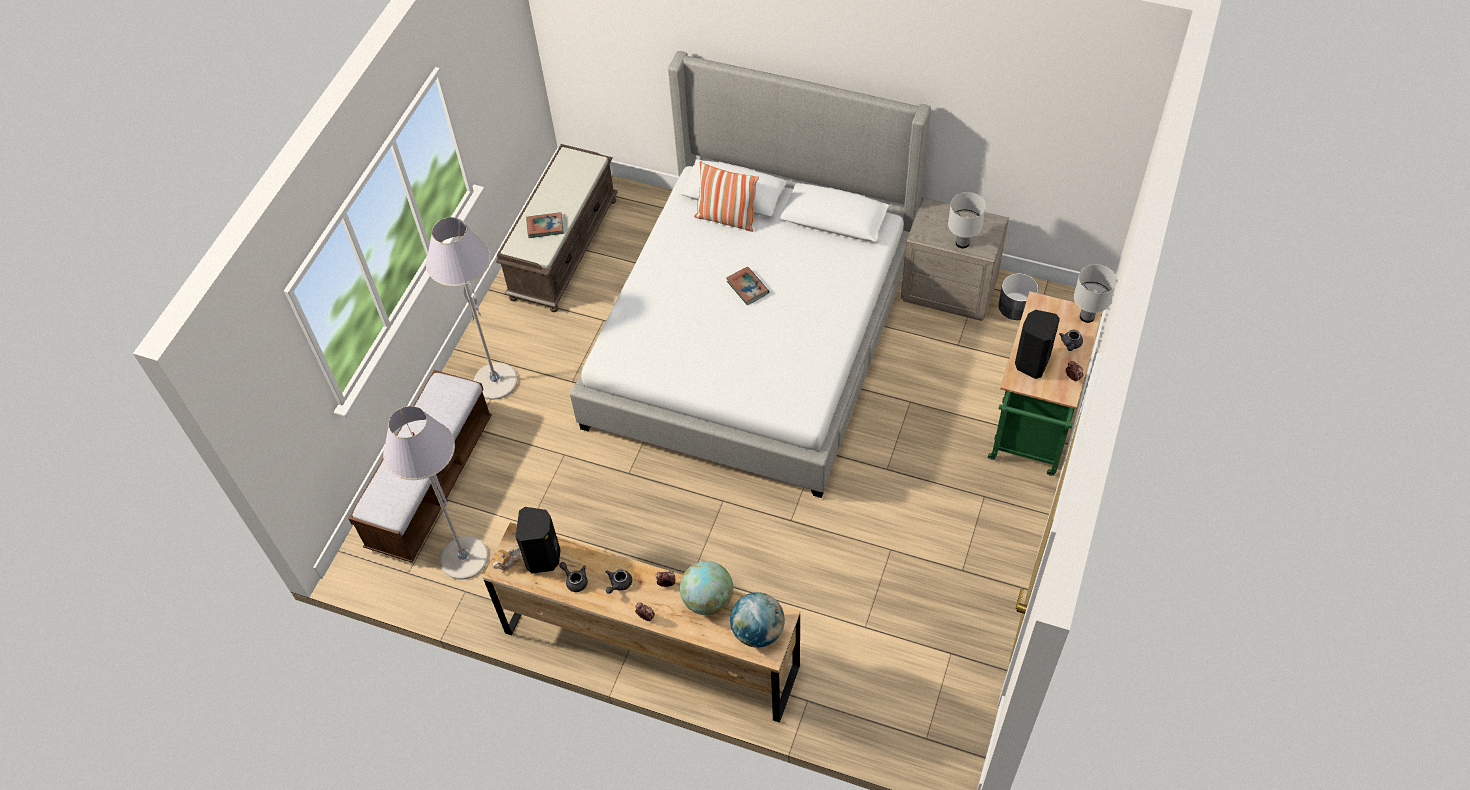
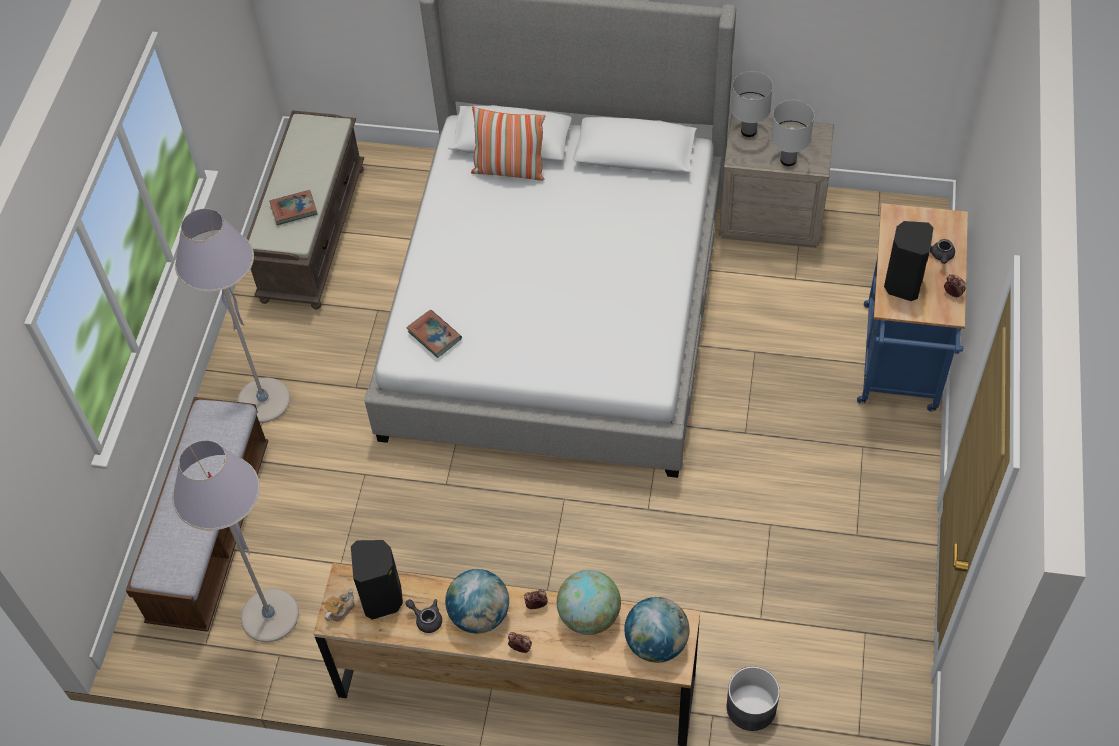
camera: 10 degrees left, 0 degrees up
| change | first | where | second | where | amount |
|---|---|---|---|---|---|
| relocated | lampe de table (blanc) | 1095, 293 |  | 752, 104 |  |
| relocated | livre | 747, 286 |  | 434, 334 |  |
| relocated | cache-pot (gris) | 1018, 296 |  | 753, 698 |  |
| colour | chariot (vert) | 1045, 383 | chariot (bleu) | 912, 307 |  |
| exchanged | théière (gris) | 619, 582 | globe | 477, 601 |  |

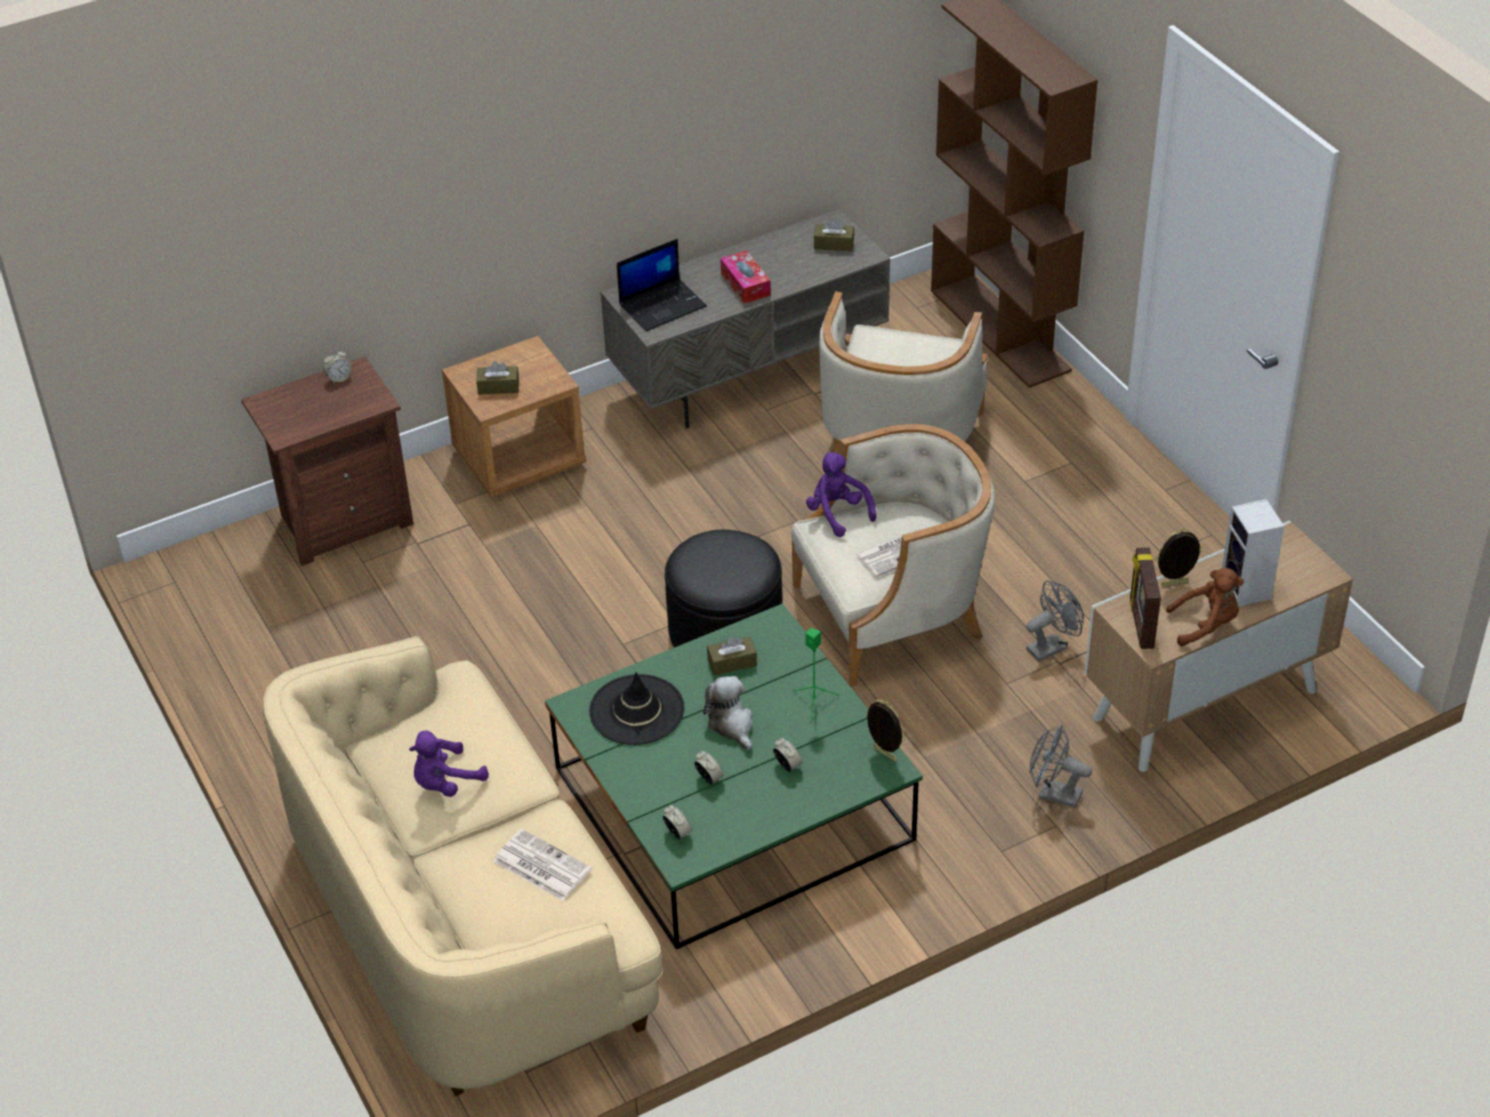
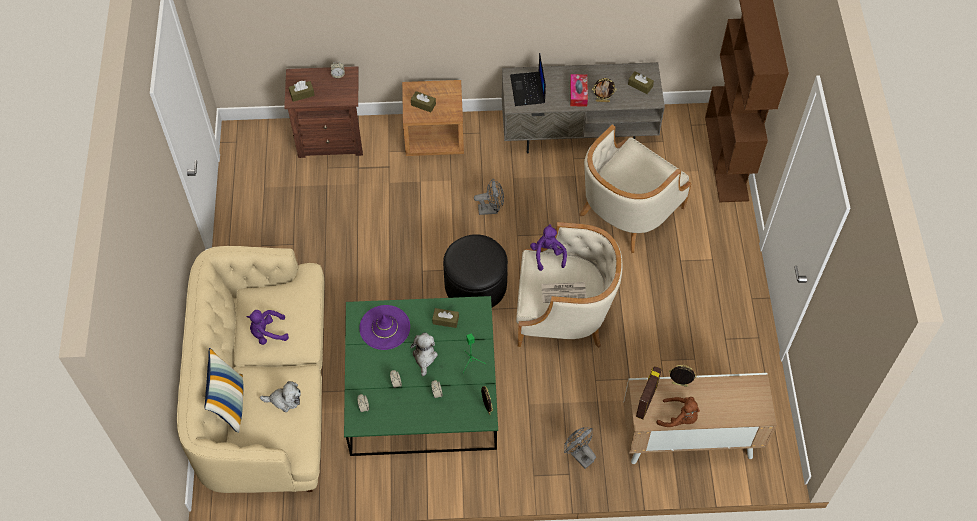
camera: 25 degrees right, 15 degrees up
| change | first | where | second | where | amount |
|---|---|---|---|---|---|
| spun | ordinateur portable | 662, 285 |  | 528, 79 | 90 degrees clockwise |
| missing | enceinte | 1253, 553 |  |  |  |
| relocated | ventilateur (gris) | 1055, 621 |  | 489, 197 |  |
| colour | chapeau (noir) | 637, 708 | chapeau (violet) | 384, 327 |  |
| exchanged | journal | 542, 865 | peluche | 280, 396 |  |
| appeared |  |  | cadre photo | 604, 90 |  |
| appeared |  |  | boîte à mouchoirs (marron) | 302, 91 |  |
| appeared |  |  | coussin | 224, 390 |  |

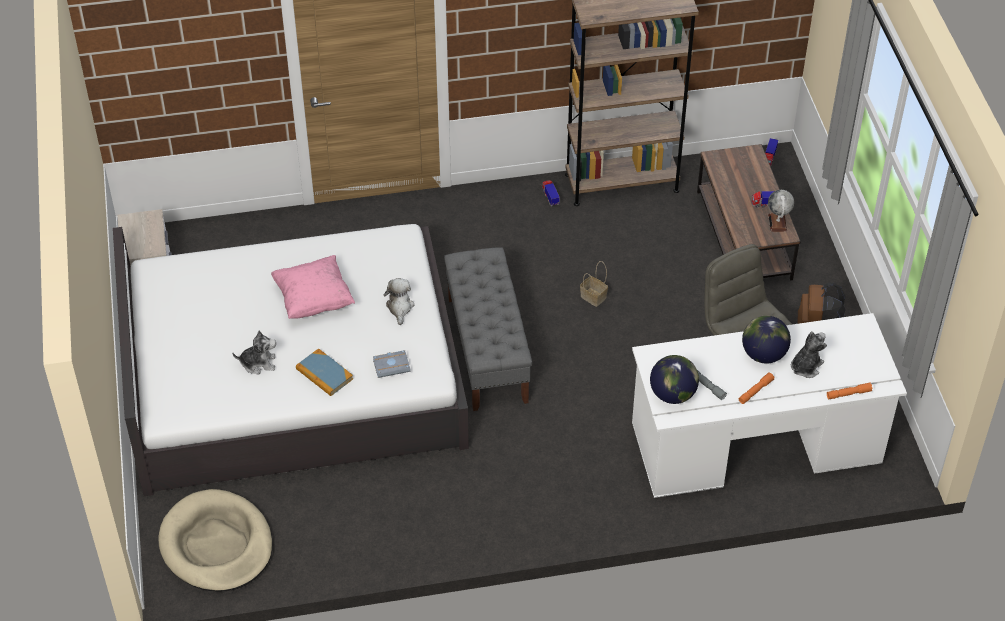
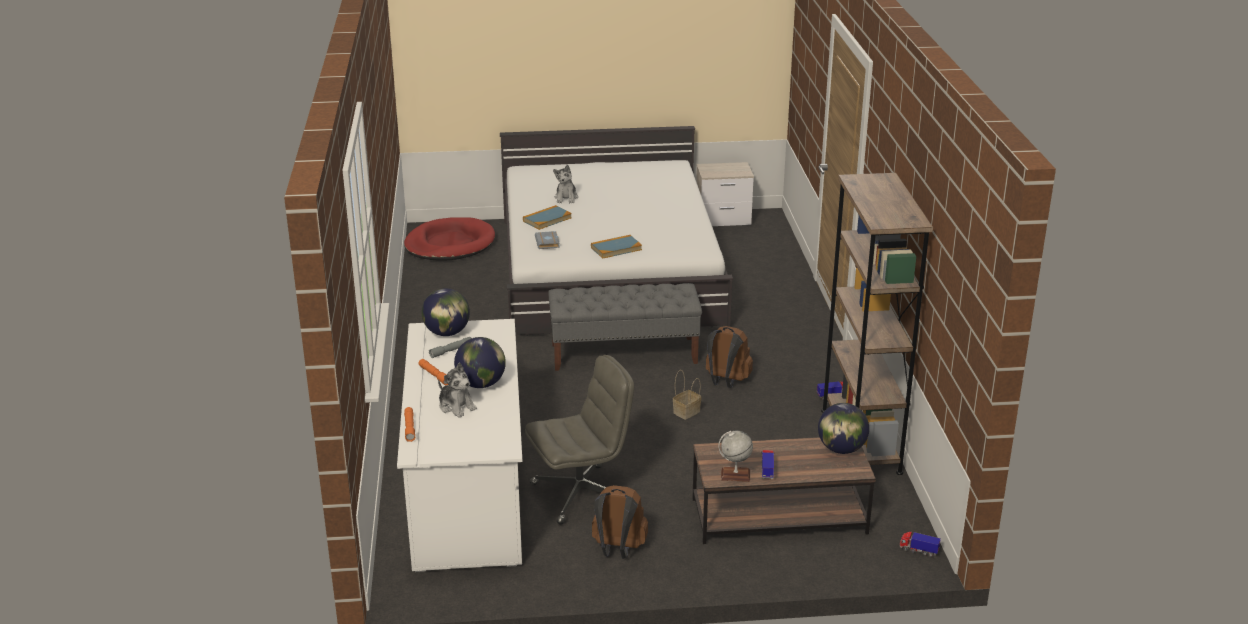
camera: 95 degrees right, 20 degrees down
| change | first | where | second | where | amount |
|---|---|---|---|---|---|
| missing | coussin (rose) | 313, 287 |  |  |  |
| exchanged | peluche | 399, 301 | livre | 616, 247 |  |
| colour | panier pour chien (beige) | 215, 540 | panier pour chien (rouge) | 449, 239 |  |
| appeared |  |  | sac à dos (marron) | 729, 357 |  |
| appeared |  |  | globe | 843, 428 |  |

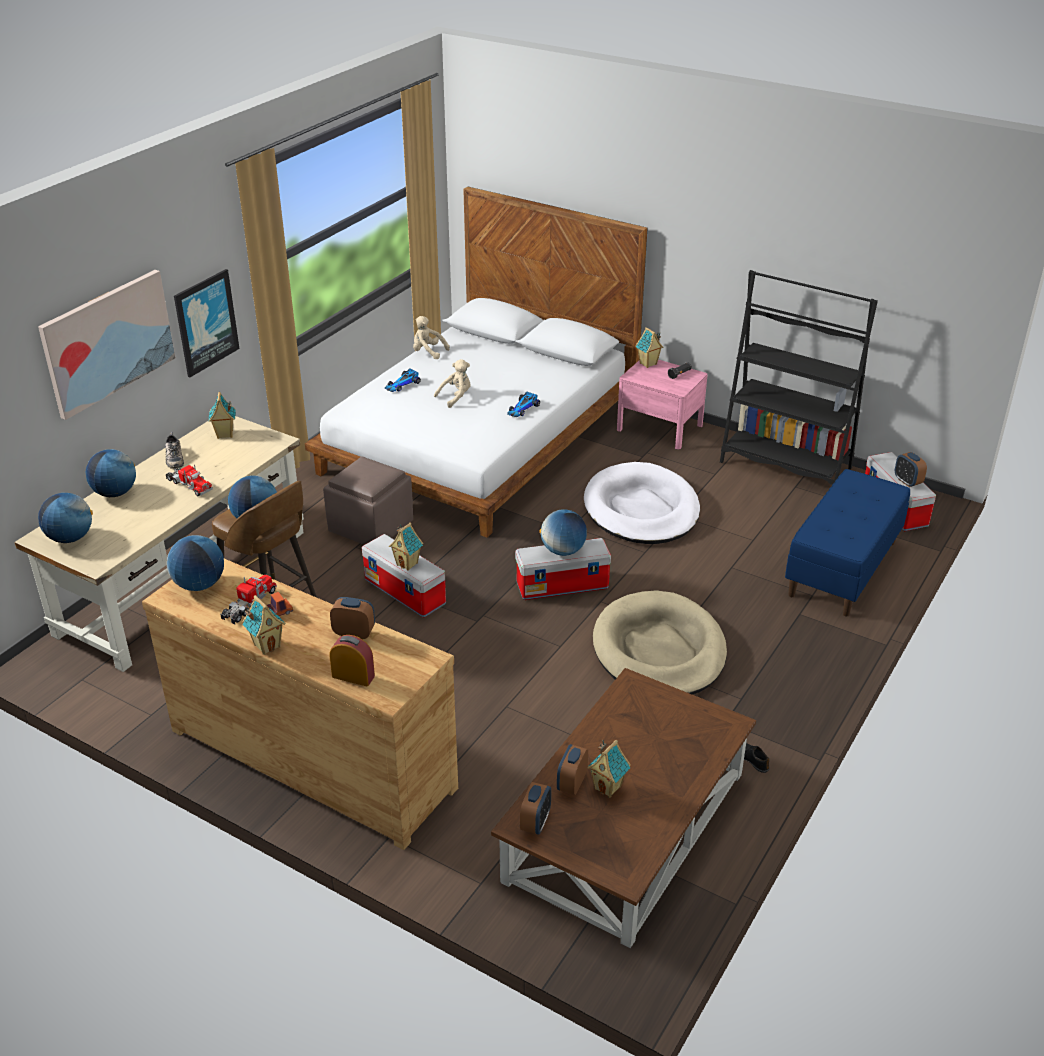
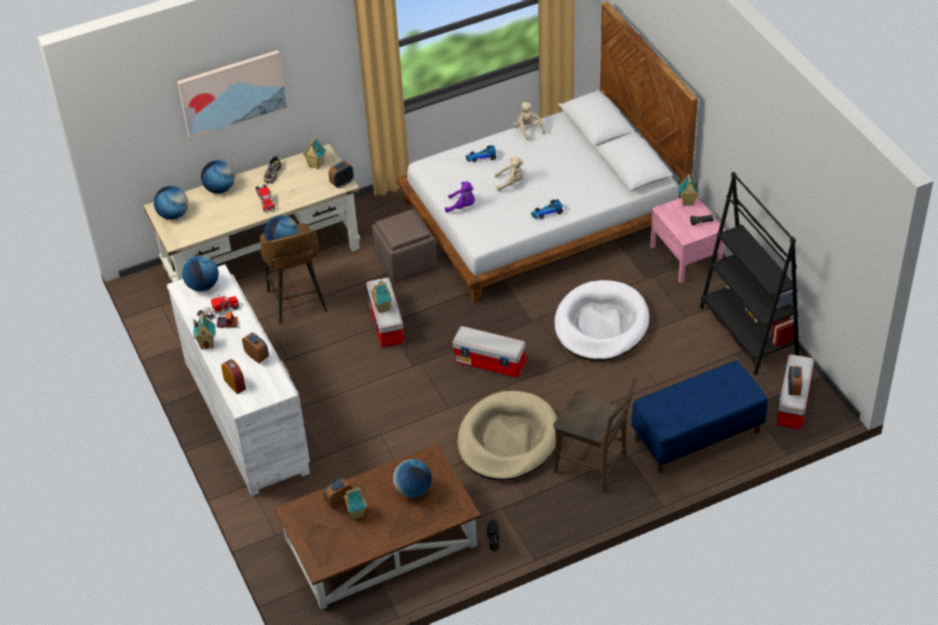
camera: 35 degrees right, 10 degrees up
| change | first | where | second | where | amount |
|---|---|---|---|---|---|
| missing | tableau | 207, 323 |  |  |  |
| relocated | globe | 563, 532 |  | 412, 478 |  |
| colour | commode (marron) | 300, 704 | commode (blanc) | 238, 380 |  |
| relocated | réveil | 535, 808 |  | 341, 174 |  |
| appeared |  |  | peluche (violet) | 460, 197 |  |
| appeared |  |  | chaise (marron) | 594, 435 |  |

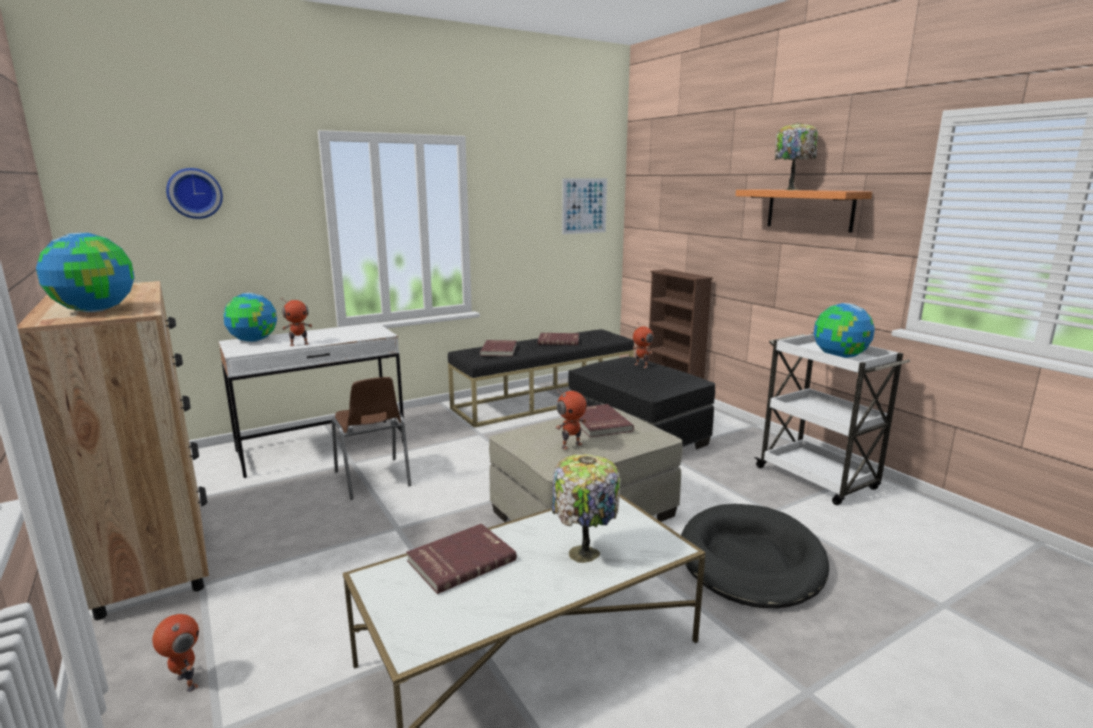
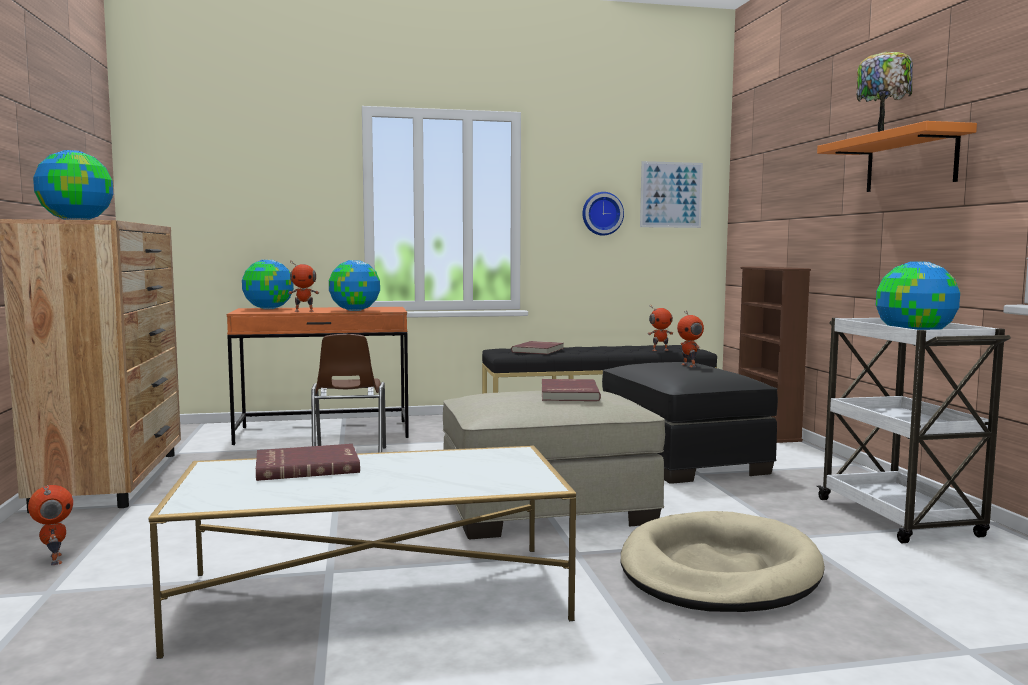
camera: 20 degrees right, 10 degrees down
| change | first | where | second | where | amount |
|---|---|---|---|---|---|
| relocated | horloge murale | 194, 193 |  | 603, 214 |  |
| colour | bureau (blanc) | 311, 400 | bureau (orange) | 318, 376 |  |
| missing | livre (rouge) | 558, 339 |  |  |  |
| relocated | robot jouet | 571, 419 |  | 660, 328 |  |
| missing | lampe de table | 586, 508 |  |  |  |
| colour | panier pour chien (noir) | 755, 556 | panier pour chien (beige) | 723, 561 |  |
| appeared |  |  | globe | 354, 285 |  |

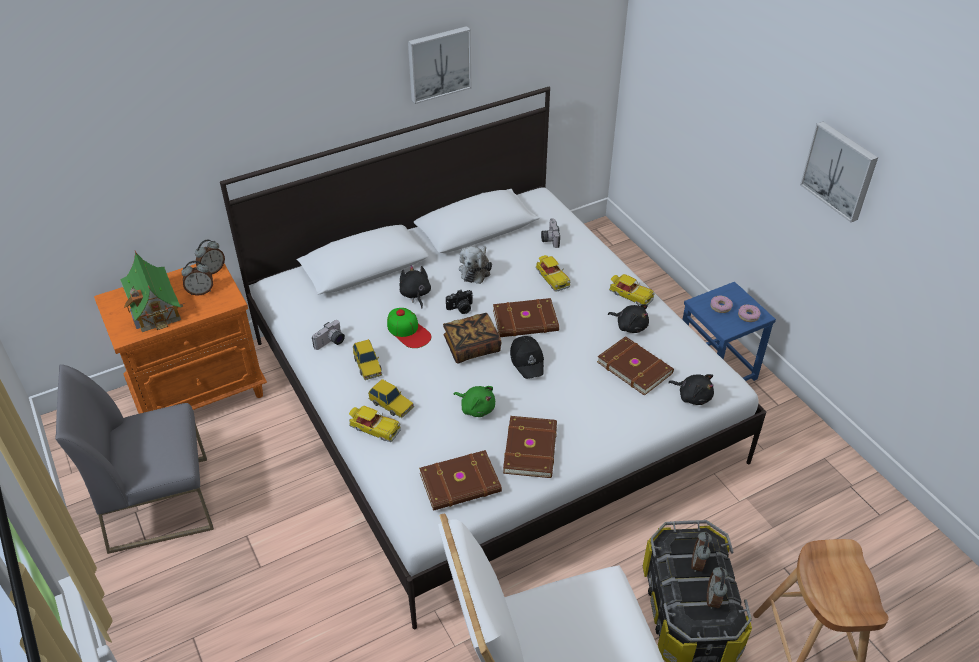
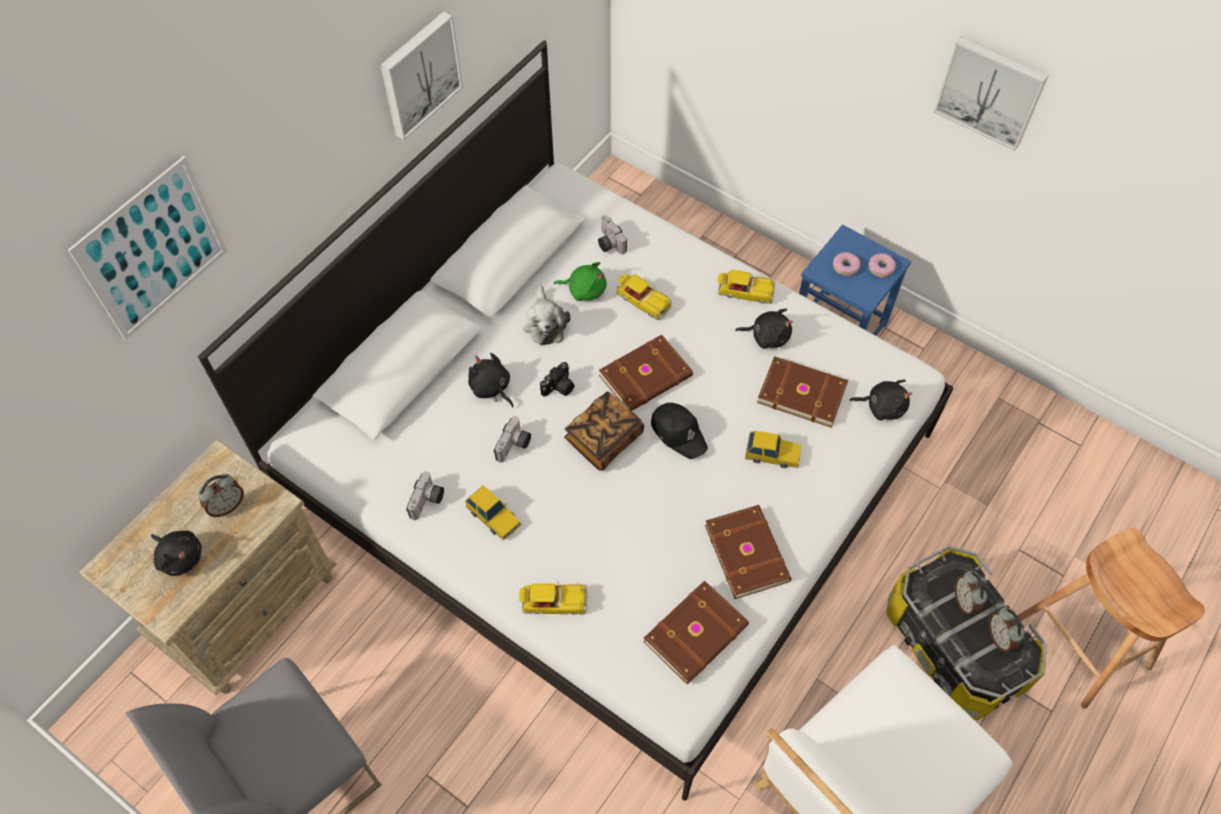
camera: 25 degrees left, 15 degrees up
| change | first | where | second | where | amount |
|---|---|---|---|---|---|
| missing | réveil | 210, 257 |  |  |  |
| exchanged | maison miniature | 152, 291 | peluche (noir) | 176, 553 |  |
| colour | table de chevet (orange) | 180, 338 | table de chevet (beige) | 208, 567 |  |
| exchanged | casquette | 409, 328 | appareil photo | 512, 439 |  |
| relocated | petite voiture | 391, 398 |  | 773, 449 |  |
| relocated | peluche (vert) | 474, 401 |  | 580, 281 |  |
| appeared |  |  | tableau | 148, 248 |  |

